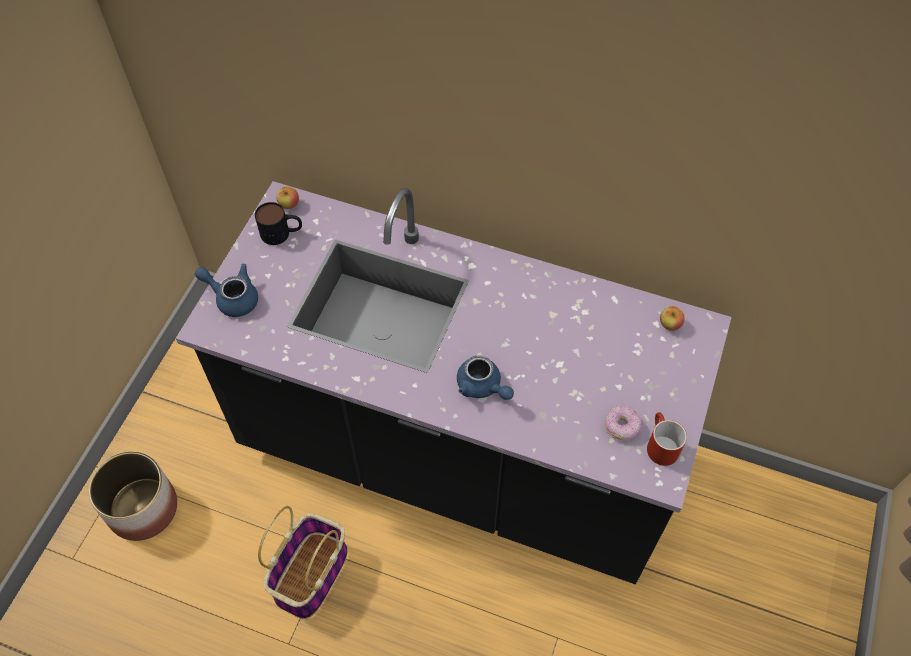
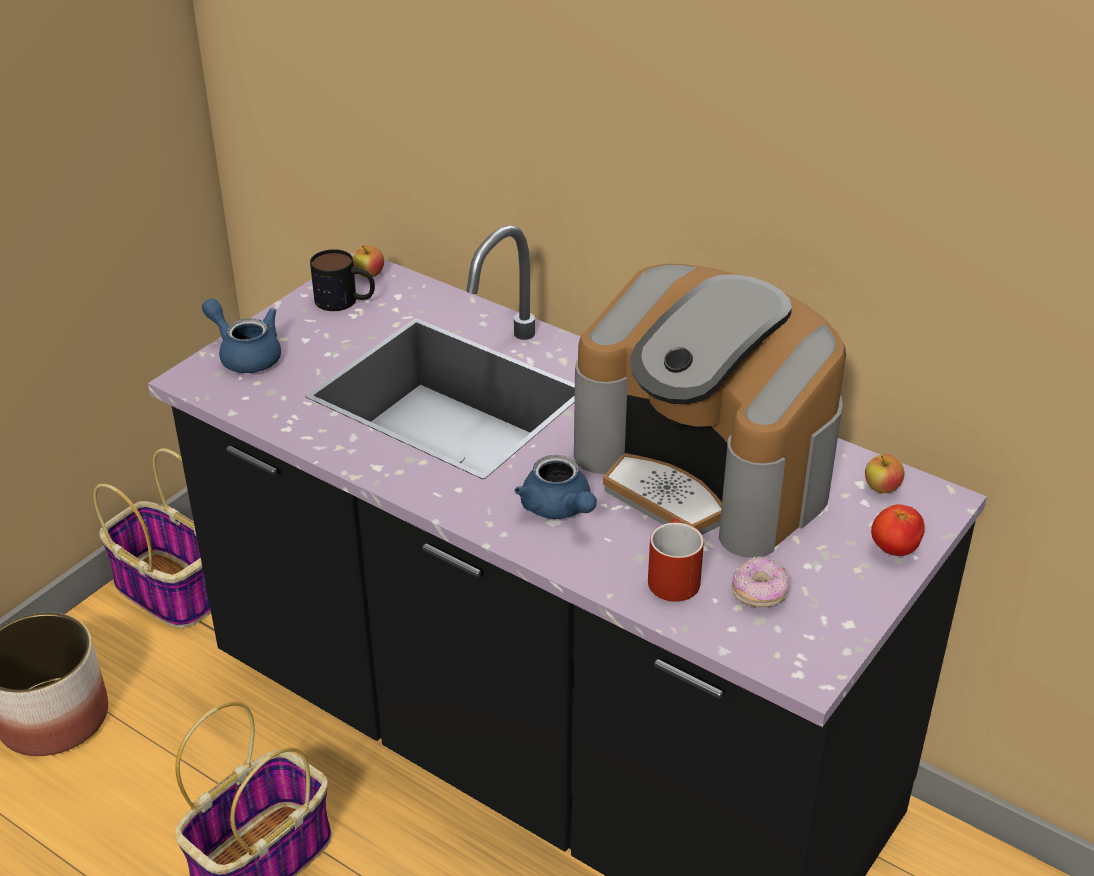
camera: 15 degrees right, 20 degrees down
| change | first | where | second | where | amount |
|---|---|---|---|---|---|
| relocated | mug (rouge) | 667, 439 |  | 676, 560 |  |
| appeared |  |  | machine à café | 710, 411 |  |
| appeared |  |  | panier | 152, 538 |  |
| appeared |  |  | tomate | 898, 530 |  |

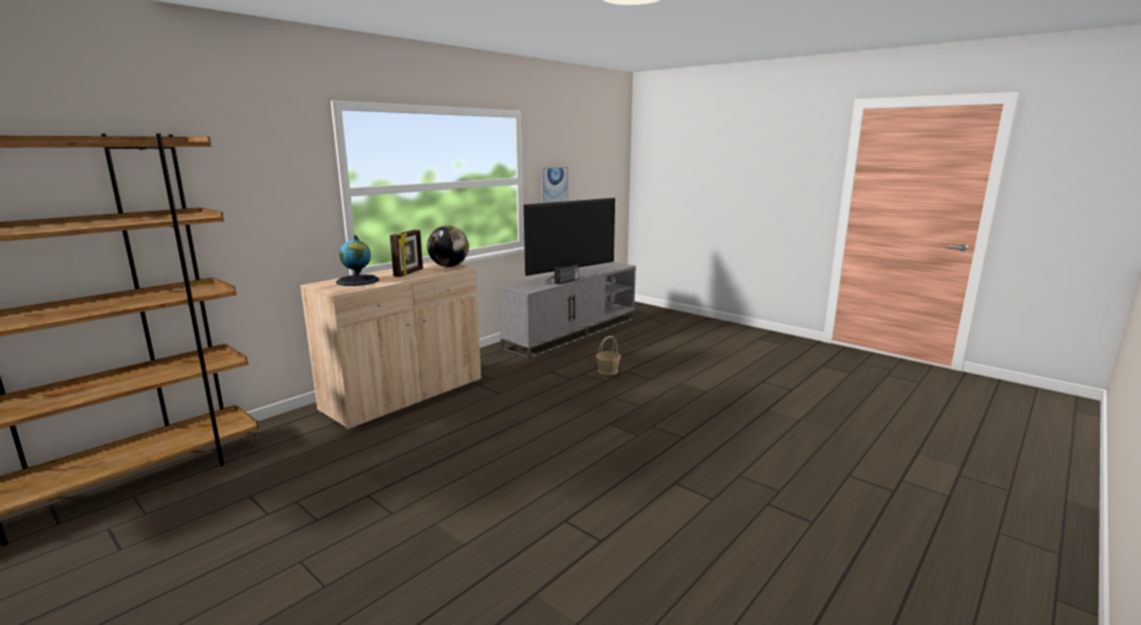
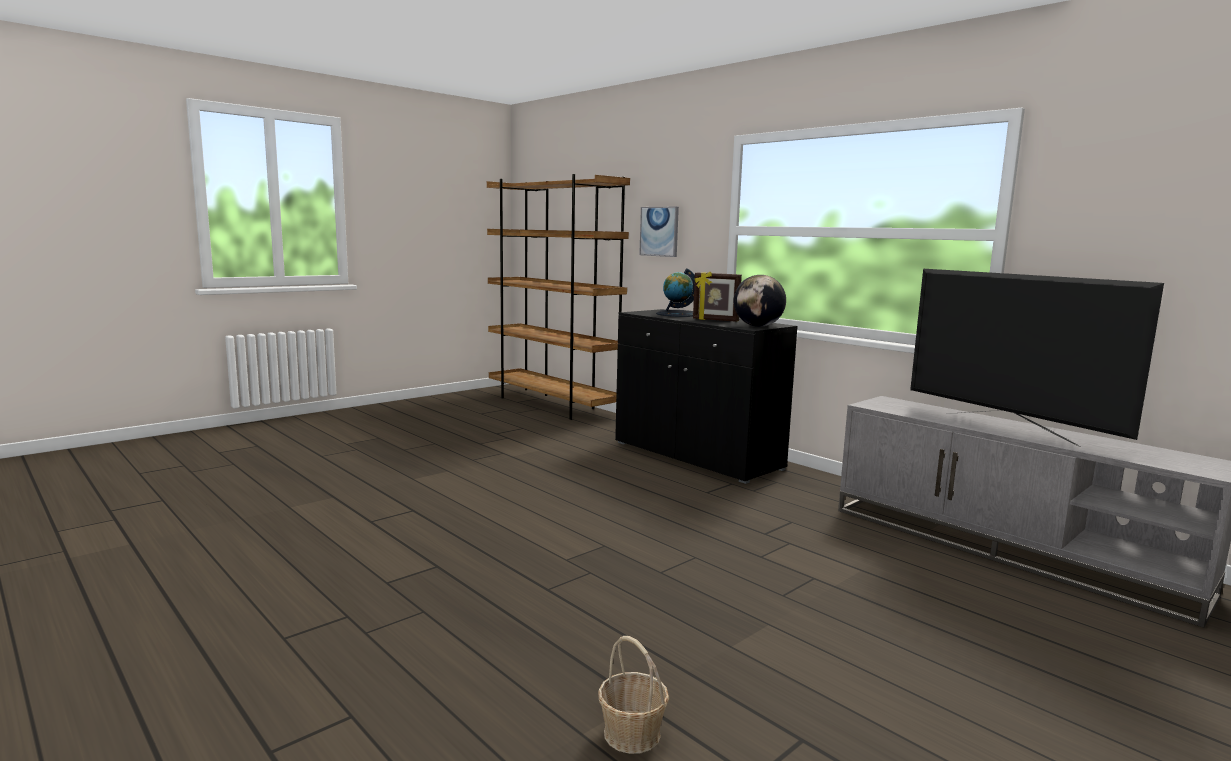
camera: 95 degrees right, 5 degrees down
| change | first | where | second | where | amount |
|---|---|---|---|---|---|
| relocated | tableau | 554, 185 |  | 659, 232 |  |
| colour | meuble de rangement (beige) | 390, 345 | meuble de rangement (noir) | 706, 396 |  |
| missing | radio | 567, 273 |  |  |  |
| relocated | panier | 608, 355 |  | 633, 695 |  |

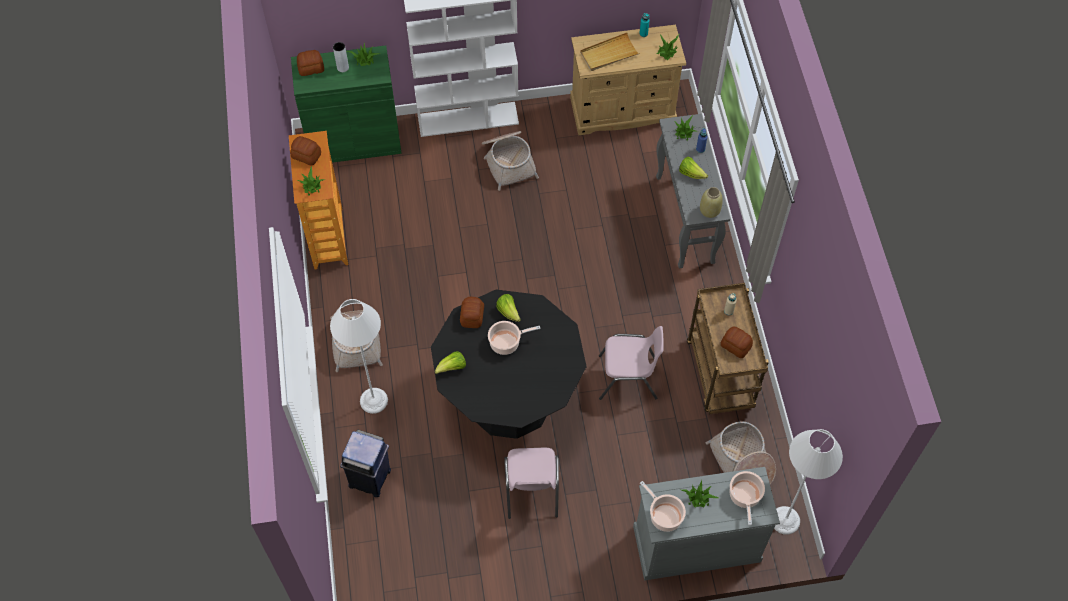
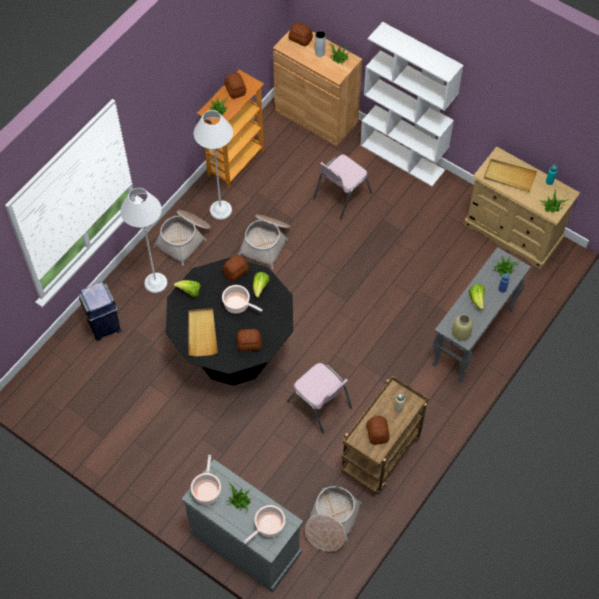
camera: 45 degrees right, 0 degrees up
| change | first | where | second | where | amount |
|---|---|---|---|---|---|
| colour | meuble de rangement (vert) | 346, 104 | meuble de rangement (marron) | 317, 88 |  |
| relocated | panier | 510, 161 |  | 264, 241 |  |
| relocated | lampadaire (blanc) | 808, 482 |  | 213, 165 |  |
| relocated | chaise (rose) | 531, 483 |  | 342, 187 |  |
| appeared |  |  | plateau (beige) | 203, 332 |  |
| appeared |  |  | pain | 249, 340 |  |

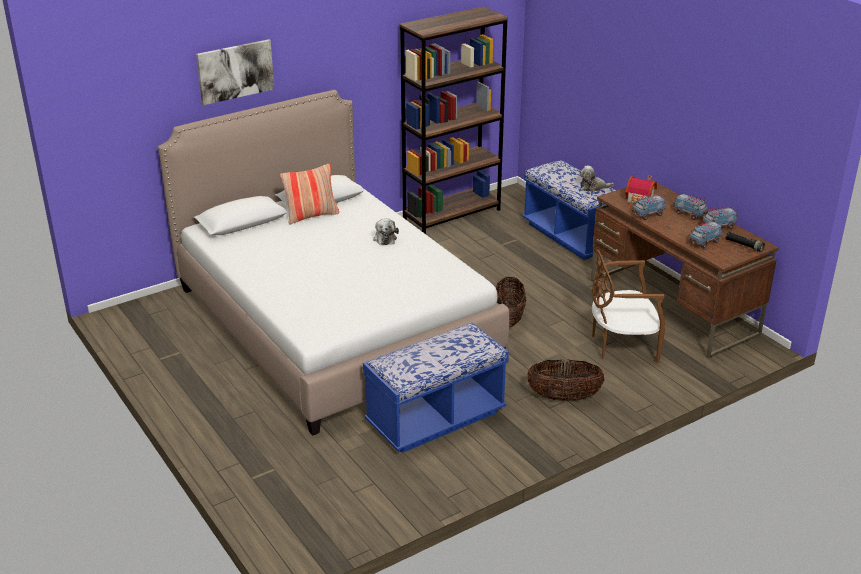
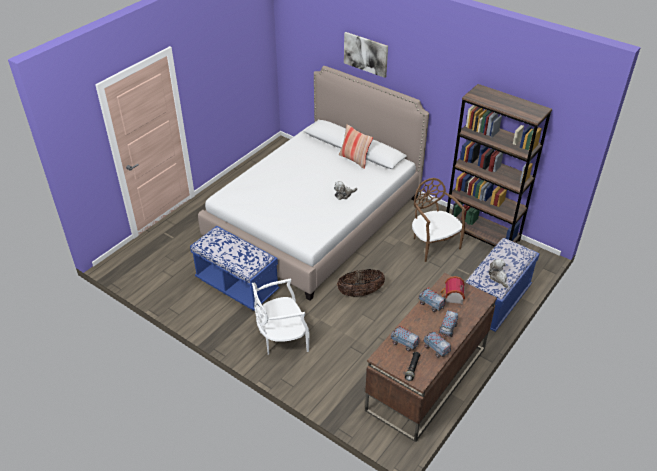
camera: 70 degrees right, 10 degrees up
| change | first | where | second | where | amount |
|---|---|---|---|---|---|
| relocated | chaise (marron) | 628, 306 |  | 439, 220 |  |
| exchanged | panier | 566, 380 | chaise (blanc) | 281, 316 |  |

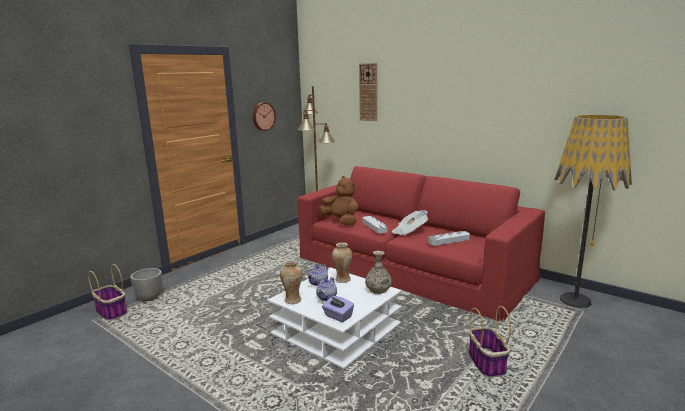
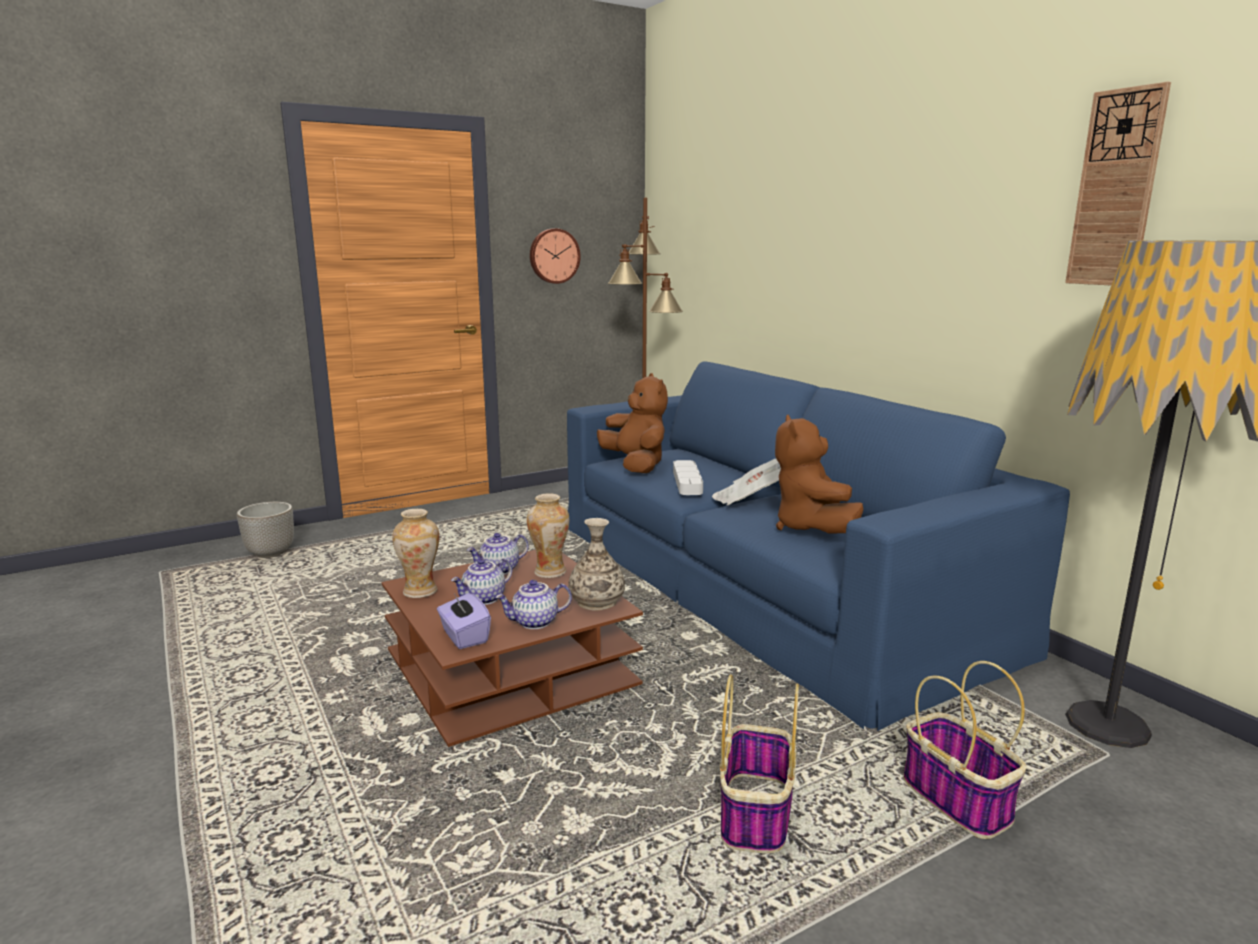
camera: 20 degrees right, 0 degrees up
| change | first | where | second | where | amount |
|---|---|---|---|---|---|
| relocated | horloge murale | 368, 92 |  | 1118, 183 |  |
| colour | canapé (rouge) | 421, 243 | canapé (bleu) | 818, 546 |  |
| exchanged | plateau (gris) | 449, 238 | peluche (marron) | 819, 474 |  |
| relocated | panier | 107, 292 |  | 964, 750 |  |
| colour | table basse (blanc) | 335, 318 | table basse (marron) | 512, 648 |  |
| appeared |  |  | théière | 533, 604 |  |

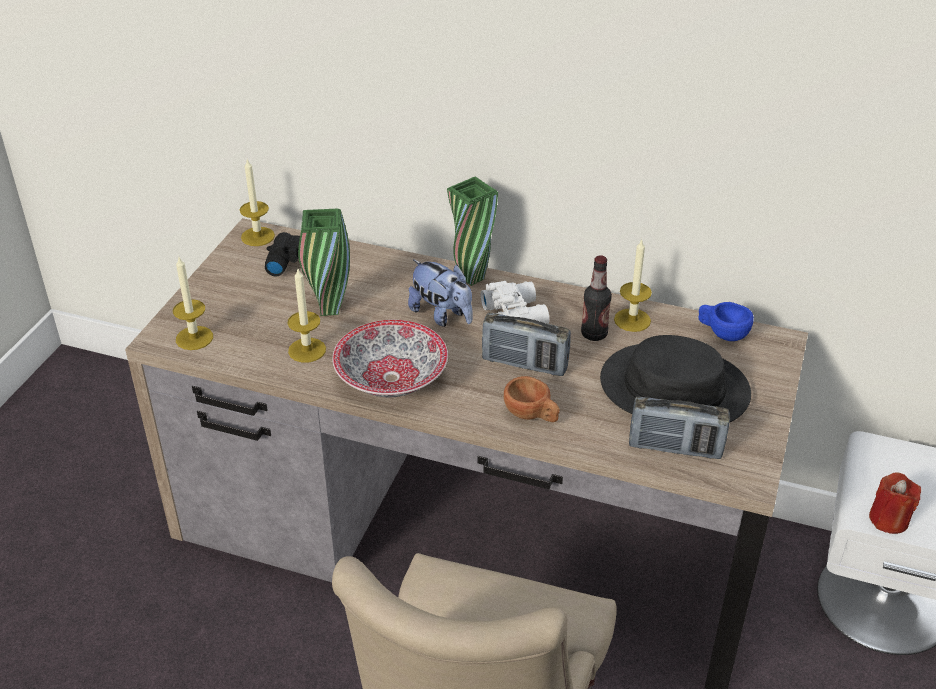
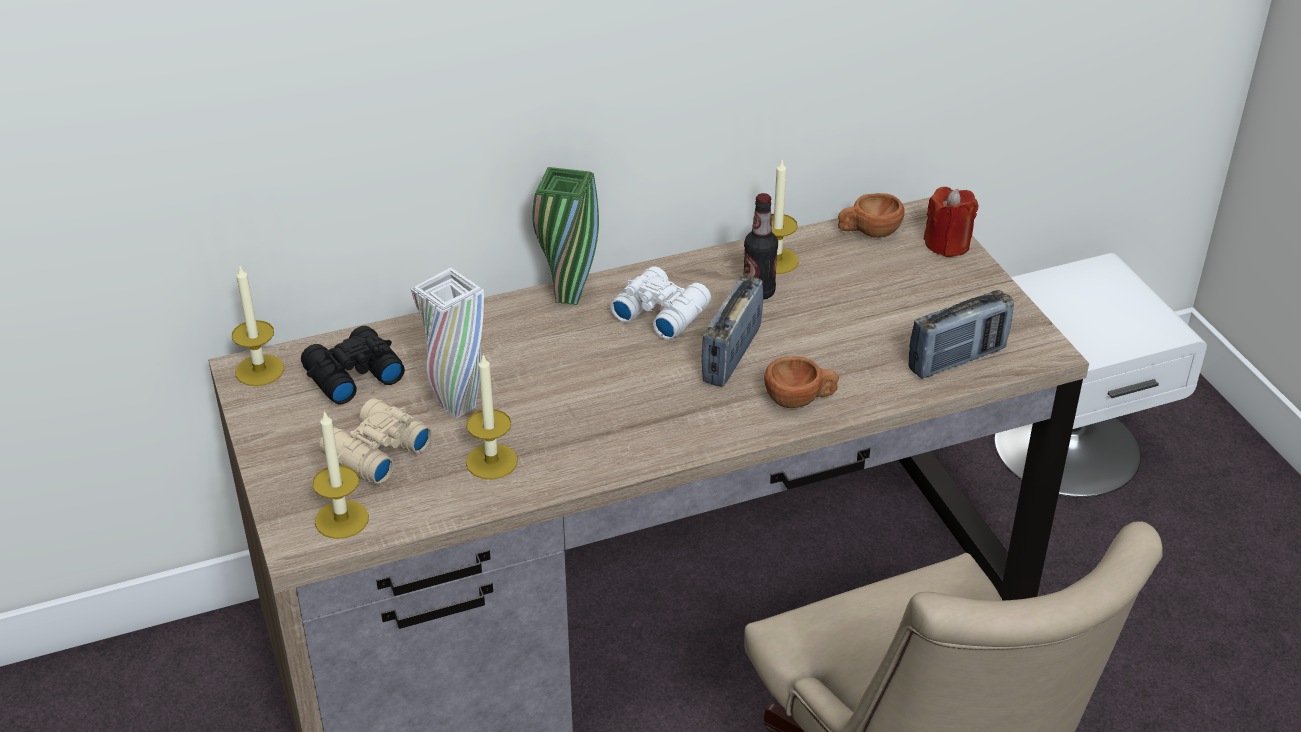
camera: 40 degrees left, 0 degrees up
| change | first | where | second | where | amount |
|---|---|---|---|---|---|
| colour | vase (vert) | 324, 262 | vase (blanc) | 447, 343 |  |
| missing | peluche | 440, 293 |  |  |  |
| colour | tasse (bleu) | 726, 321 | tasse (marron) | 871, 215 |  |
| spun | radio | 526, 344 |  | 732, 331 | 135 degrees clockwise |
| missing | bol | 390, 358 |  |  |  |
| missing | chapeau (noir) | 675, 378 |  |  |  |
| relocated | bougie (rouge) | 895, 503 |  | 951, 222 |  |
| appeared |  |  | jumelles (beige) | 376, 441 |  |

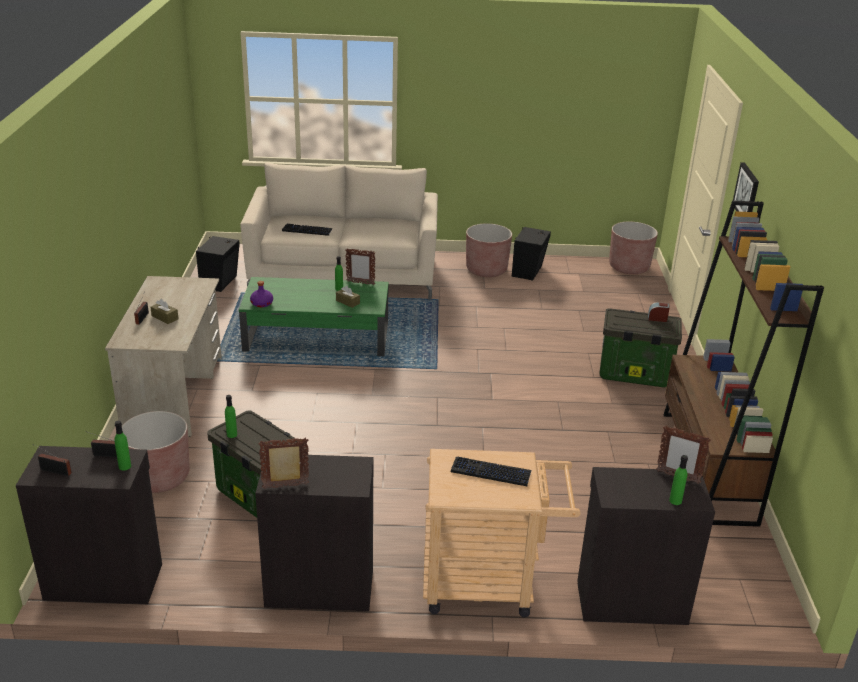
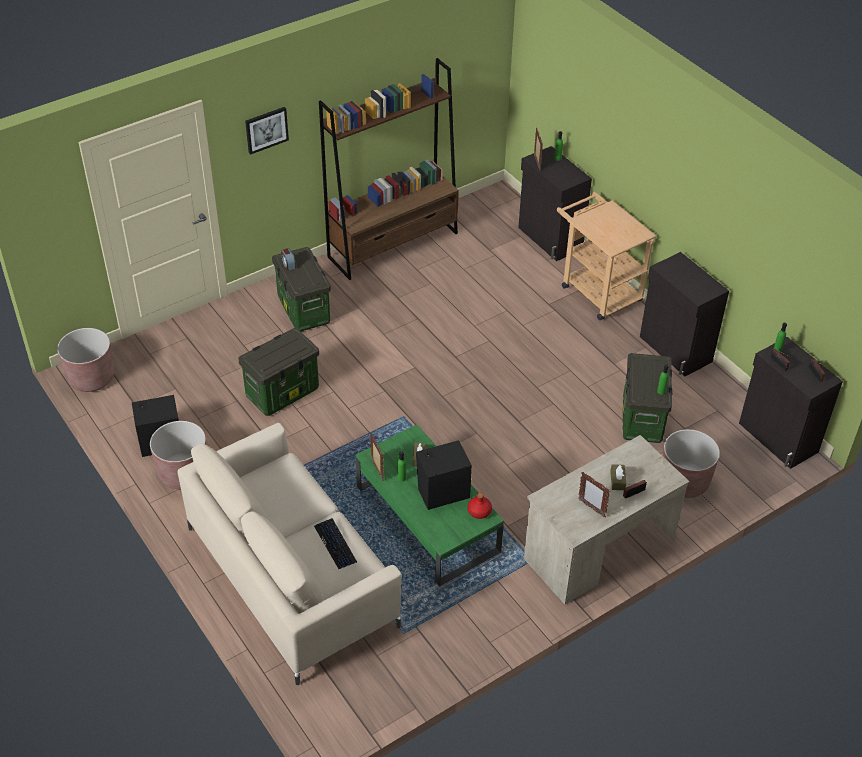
camera: 125 degrees left, 15 degrees up
| change | first | where | second | where | amount |
|---|---|---|---|---|---|
| relocated | enceinte (noir) | 218, 264 |  | 444, 475 |  |
| colour | bouteille (violet) | 261, 294 | bouteille (rouge) | 480, 505 |  |
| relocated | cadre photo | 284, 463 |  | 594, 494 |  |
| missing | clavier | 491, 471 |  |  |  |
| appeared |  |  | boîte de rangement | 278, 372 |  |

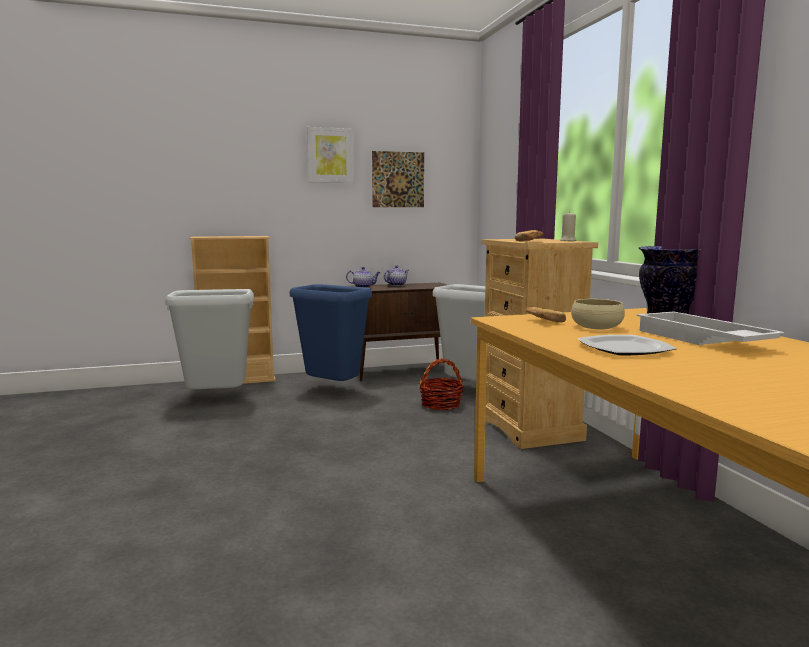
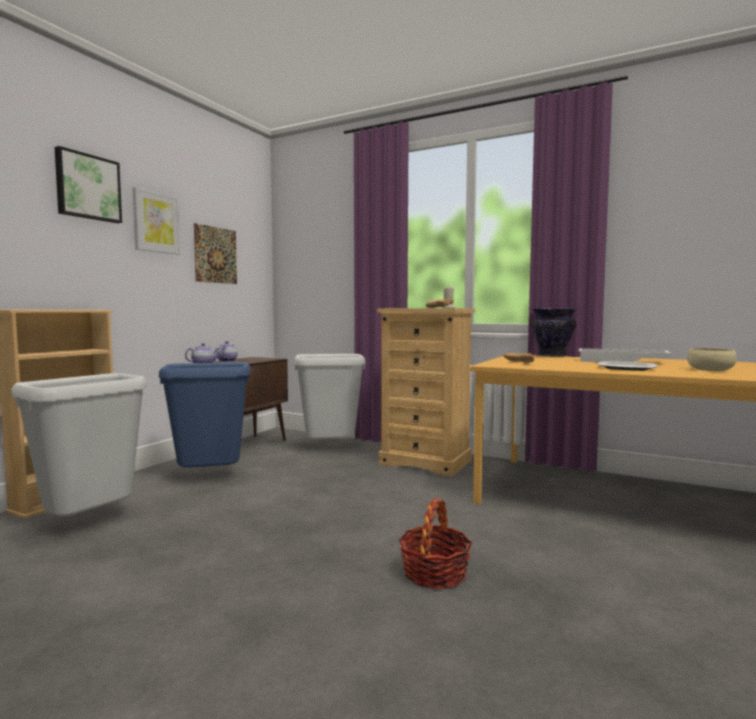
camera: 45 degrees left, 5 degrees down
| change | first | where | second | where | amount |
|---|---|---|---|---|---|
| relocated | bol (beige) | 598, 314 |  | 712, 359 |  |
| relocated | panier | 441, 384 |  | 435, 543 |  |
| appeared |  |  | tableau | 88, 184 |  |

